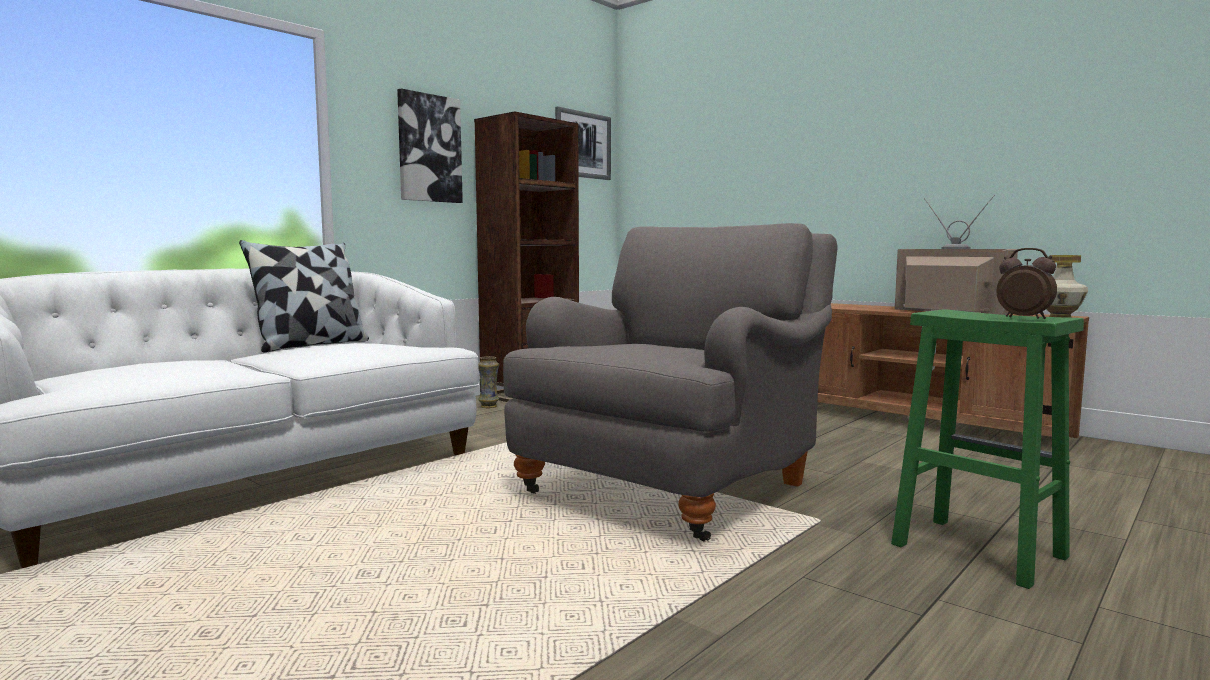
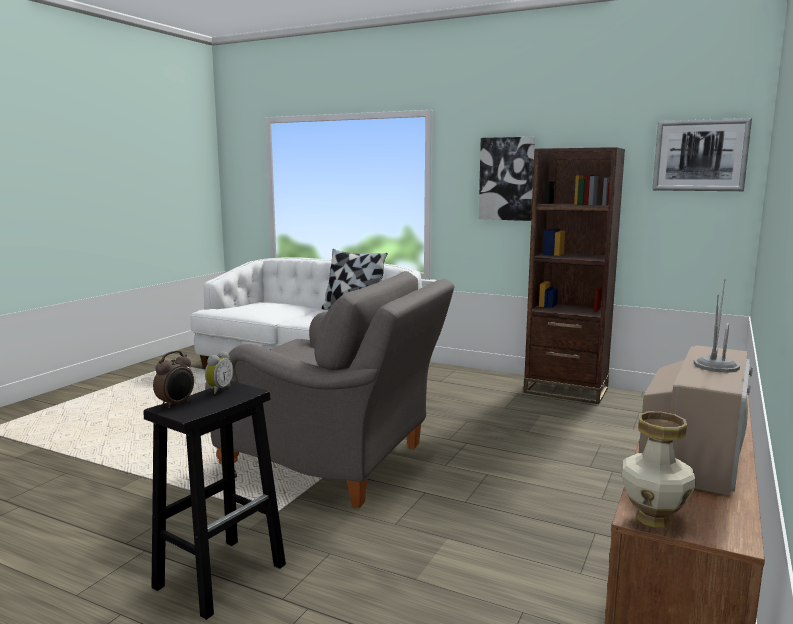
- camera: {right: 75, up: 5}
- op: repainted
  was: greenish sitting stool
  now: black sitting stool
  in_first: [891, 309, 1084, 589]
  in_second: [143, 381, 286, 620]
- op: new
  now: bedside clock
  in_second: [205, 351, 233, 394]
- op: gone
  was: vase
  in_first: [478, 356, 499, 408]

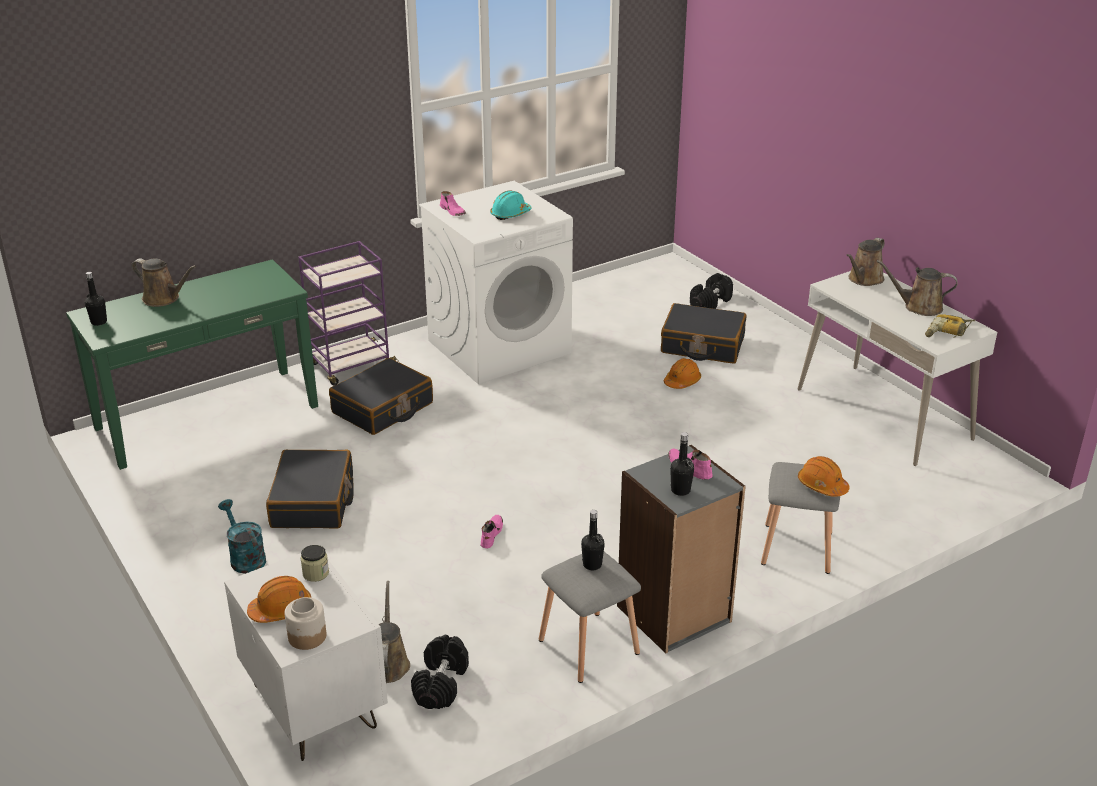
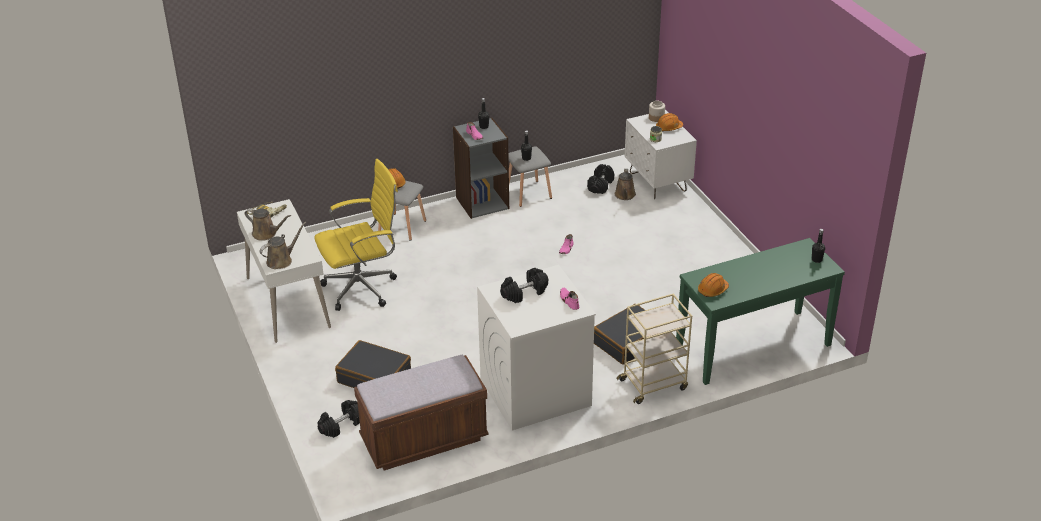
- camera: {right: -170, up: 5}
- op: new
  now: yellow-coloured office chair
  in_second: [314, 159, 398, 311]
- op: new
  now: brown long seat
  in_second: [354, 355, 489, 470]
- op: swapped
  was: turquoise-coloured safety helmet
  now: black free weight
  in_first: [490, 190, 532, 220]
  in_second: [500, 268, 548, 303]
- op: repainted
  was: purplish wheeled cart
  now: beige wheeled cart
  in_first: [298, 241, 399, 386]
  in_second: [616, 293, 692, 404]
- op: shifted
  was: orange safety helmet
  in_first: [664, 358, 701, 389]
  in_second: [698, 273, 729, 297]
- op: gone
  was: brown watering can
  in_first: [131, 258, 196, 307]
- op: gone
  was: turquoise-coloured watering can
  in_first: [218, 499, 266, 574]
- op: gone
  was: black travel case
  in_first: [266, 450, 354, 528]

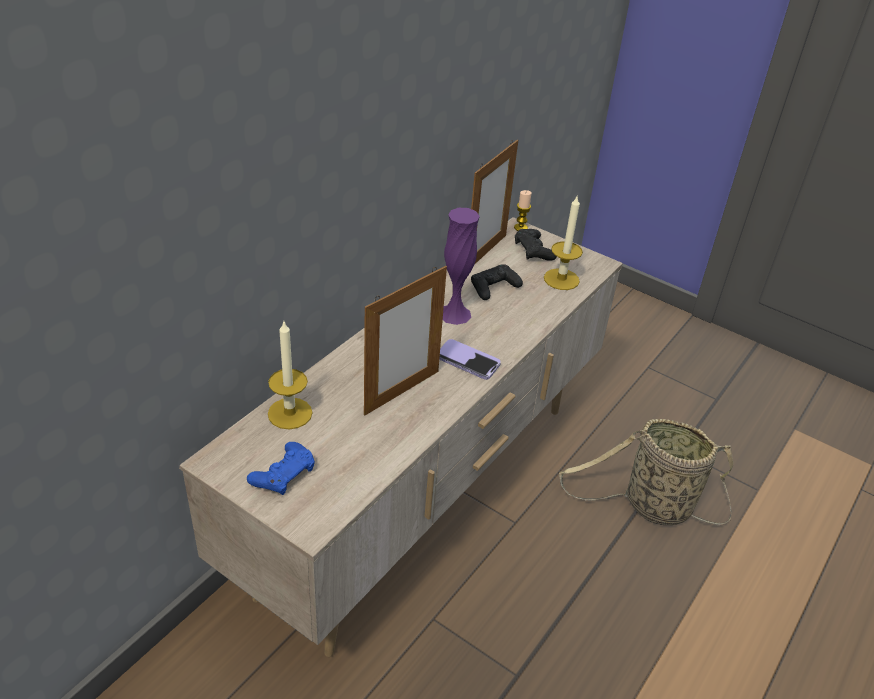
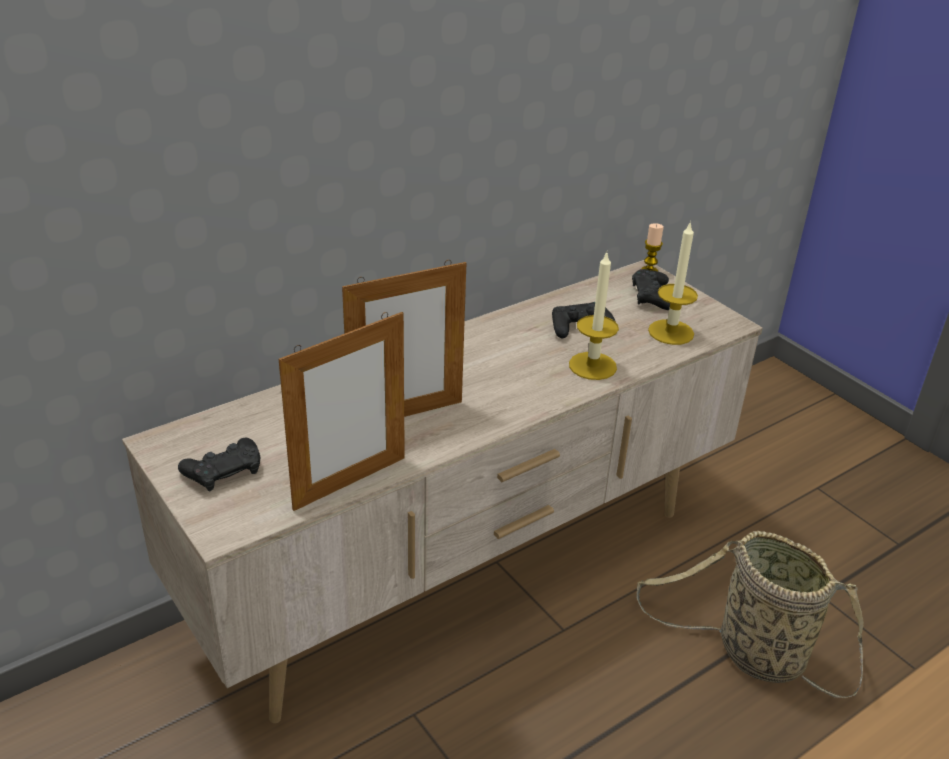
- camera: {right: 20, up: -5}
- op: repainted
  was: blue joypad
  now: black joypad
  in_first: [247, 442, 315, 495]
  in_second: [178, 437, 260, 491]
- op: shifted
  was: standing frame
  in_first: [471, 140, 518, 264]
  in_second: [279, 312, 405, 511]
- op: shifted
  was: candle
  in_first: [268, 322, 312, 429]
  in_second: [569, 253, 619, 380]
- op: gone
  was: telephone
  in_first: [439, 339, 501, 380]
- op: gone
  was: purplish vase
  in_first: [443, 208, 480, 325]

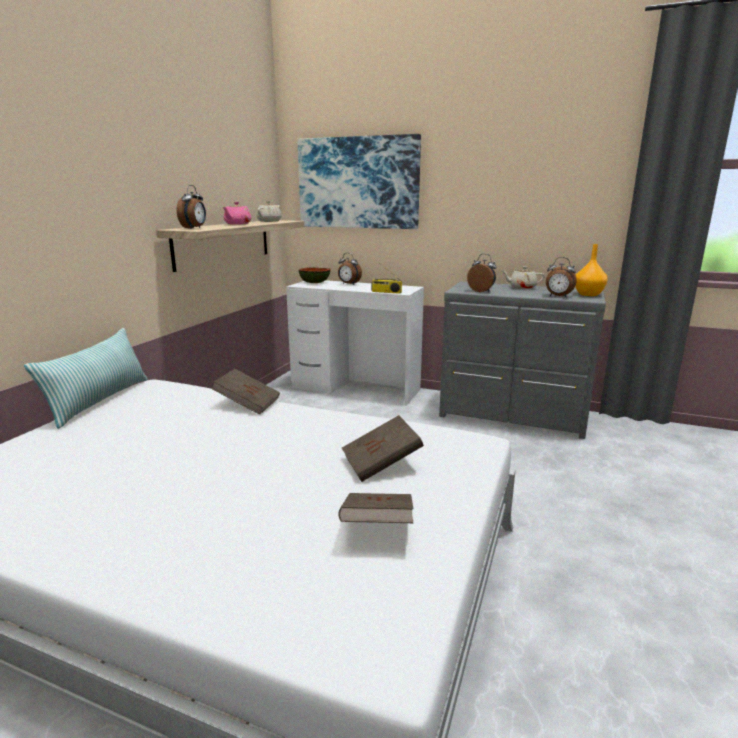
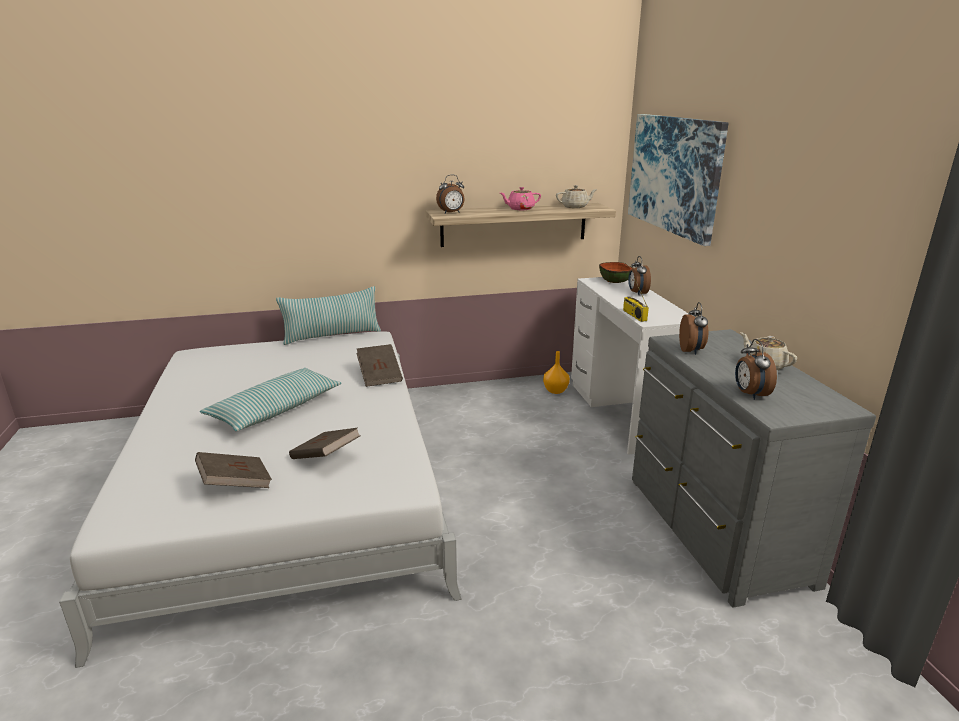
- camera: {right: 55, up: 5}
- op: new
  now: pillow
  in_second: [200, 368, 342, 431]
- op: shifted
  was: orange vase
  in_first: [575, 244, 608, 296]
  in_second: [543, 351, 570, 394]

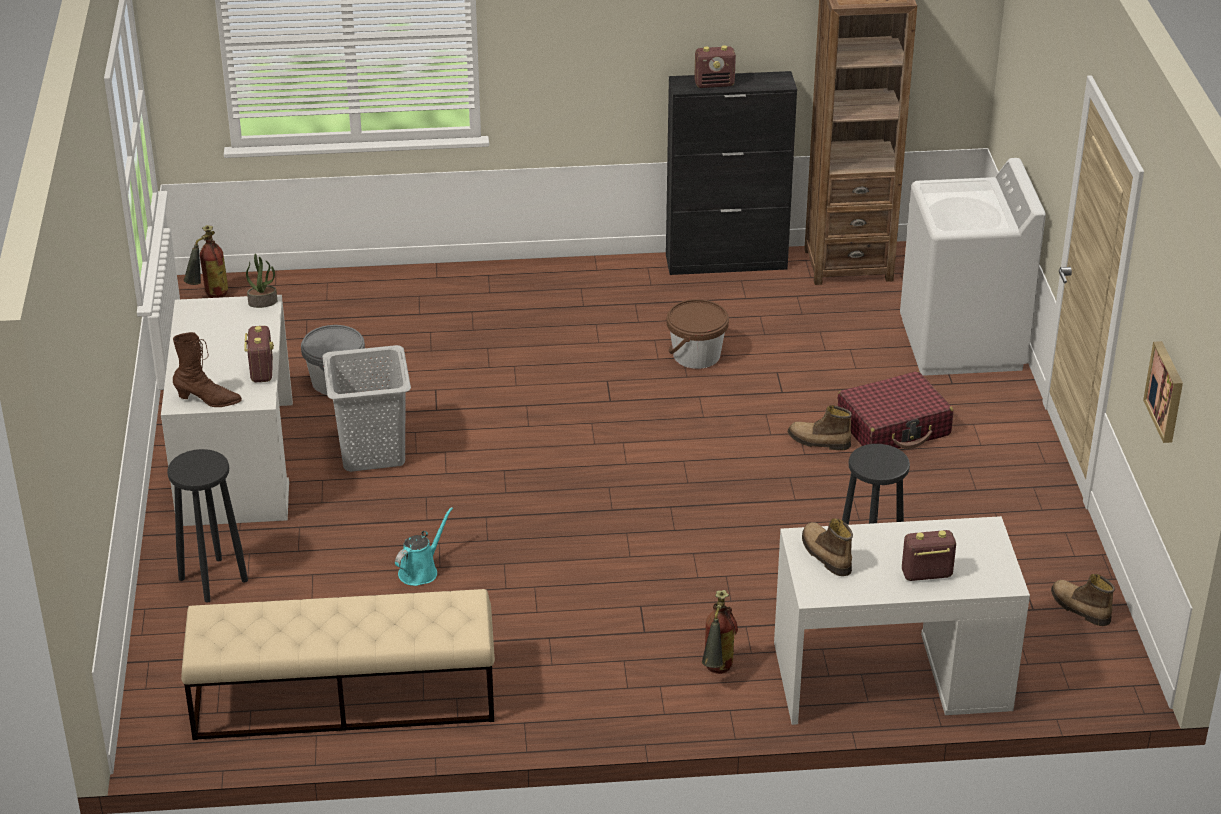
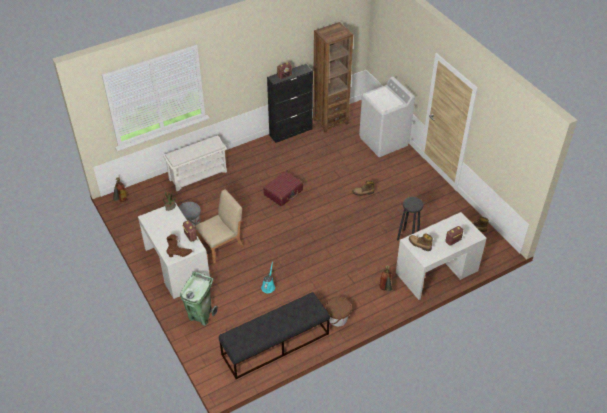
- camera: {right: -25, up: 10}
- op: new
  now: white shoe rack
  in_second: [163, 135, 227, 191]
- op: swapped
  was: black sitting stool
  now: greenish waste bin
  in_first: [167, 449, 248, 603]
  in_second: [180, 271, 218, 326]
- op: swapped
  was: gray washing basket
  now: beige upright chair
  in_first: [322, 345, 411, 472]
  in_second: [196, 189, 244, 263]
- op: repainted
  was: beige long seat
  now: black long seat
  in_first: [181, 589, 495, 740]
  in_second: [219, 292, 330, 379]
- op: shifted
  was: red travel case
  in_first: [838, 371, 953, 449]
  in_second: [263, 171, 303, 206]
- op: shifted
  was: brown water bucket
  in_first: [666, 299, 729, 369]
  in_second: [325, 296, 352, 326]
- op: gone
  was: wall picture
  in_first: [1143, 341, 1183, 443]

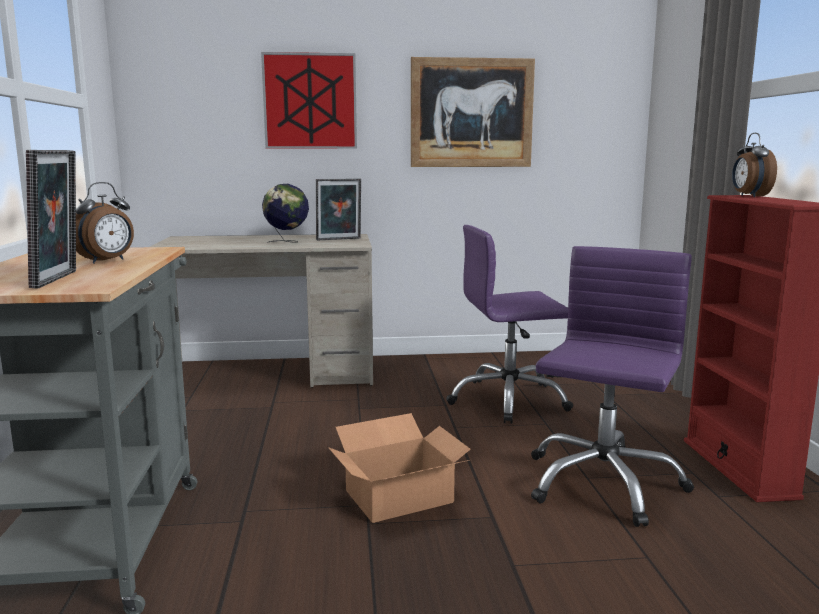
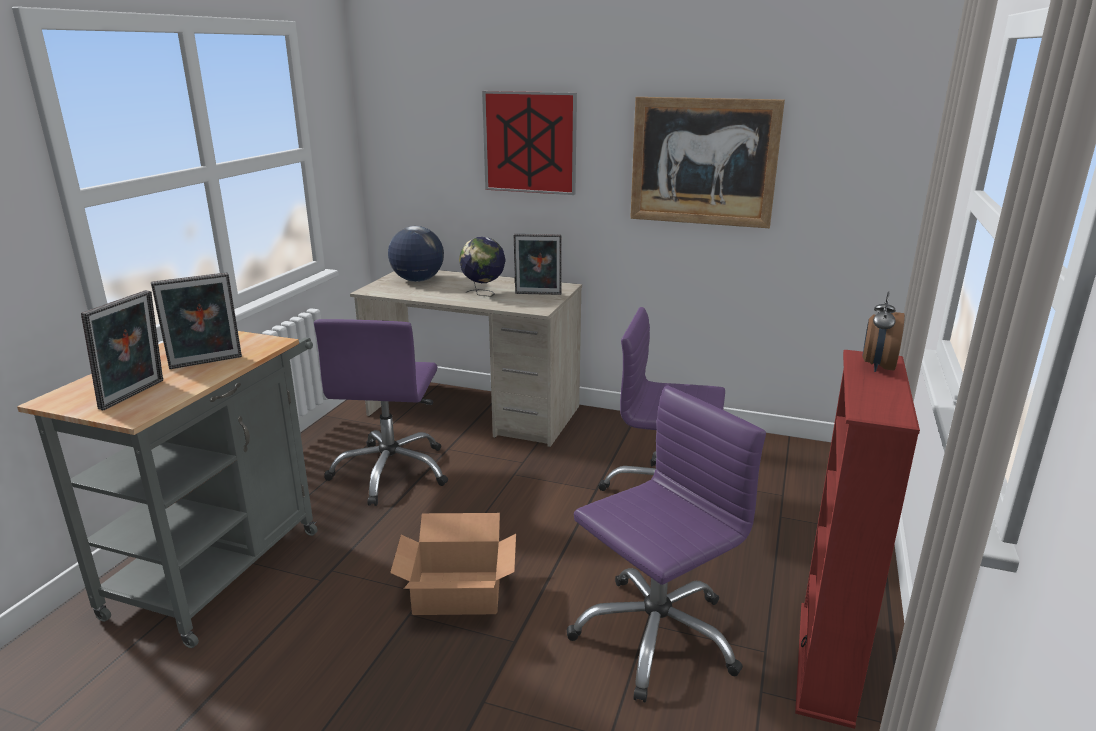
- camera: {right: 25, up: 10}
- op: swapped
  was: bedside clock
  now: standing frame
  in_first: [76, 182, 134, 264]
  in_second: [151, 272, 242, 369]
- op: new
  now: purplish office chair
  in_second: [314, 319, 448, 506]
- op: new
  now: desk globe
  in_second: [388, 226, 444, 282]

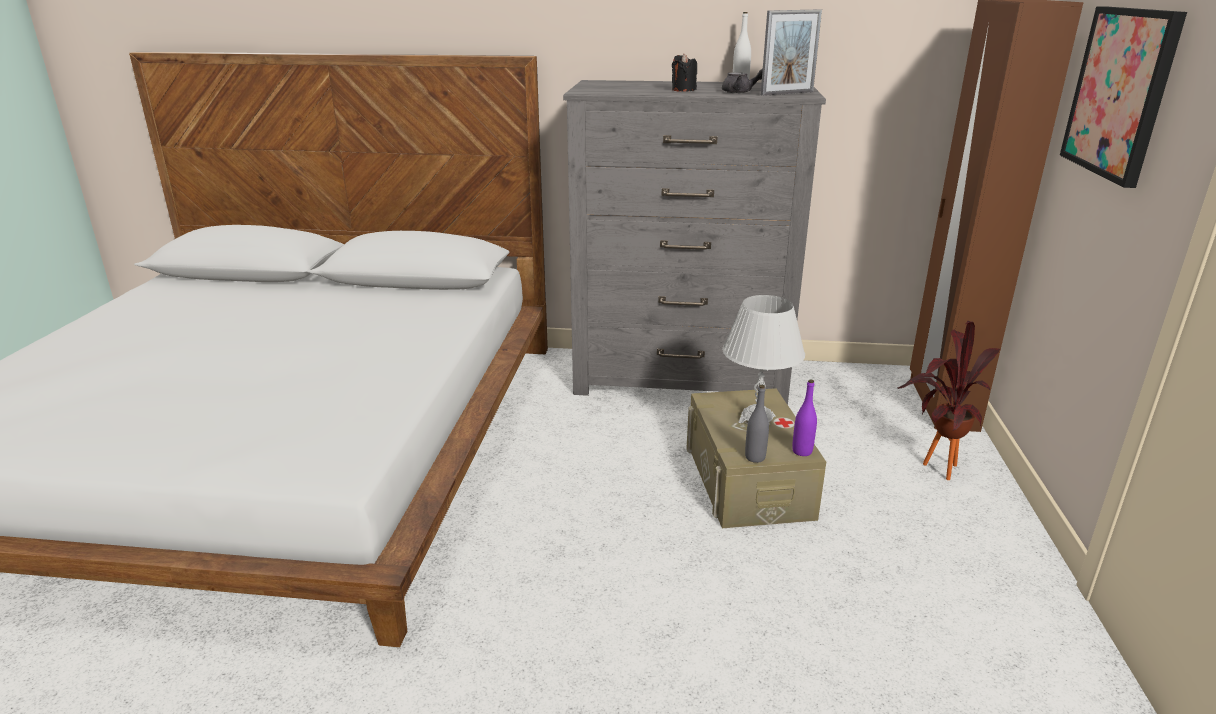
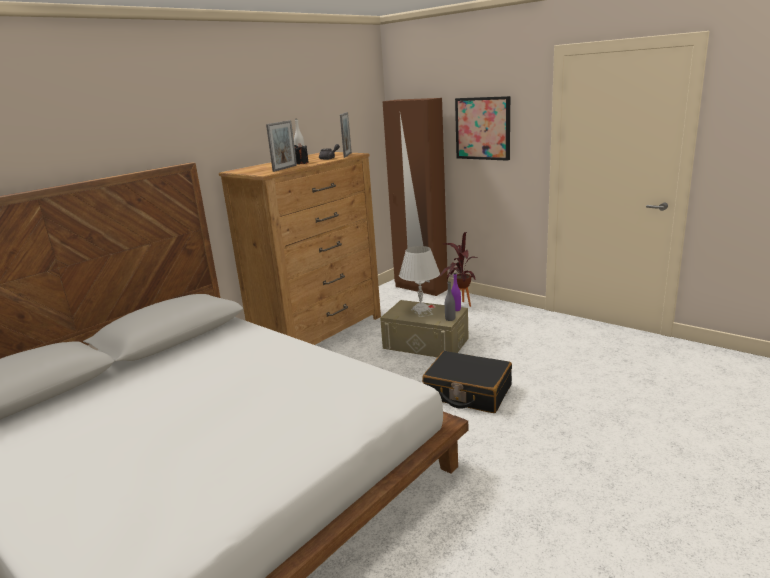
- camera: {right: -55, up: -5}
- op: repainted
  was: gray chest of drawers
  now: brown chest of drawers
  in_first: [563, 80, 826, 405]
  in_second: [219, 152, 381, 345]
- op: new
  now: standing frame
  in_second: [266, 120, 297, 172]
- op: new
  now: black travel case
  in_second: [422, 351, 512, 413]

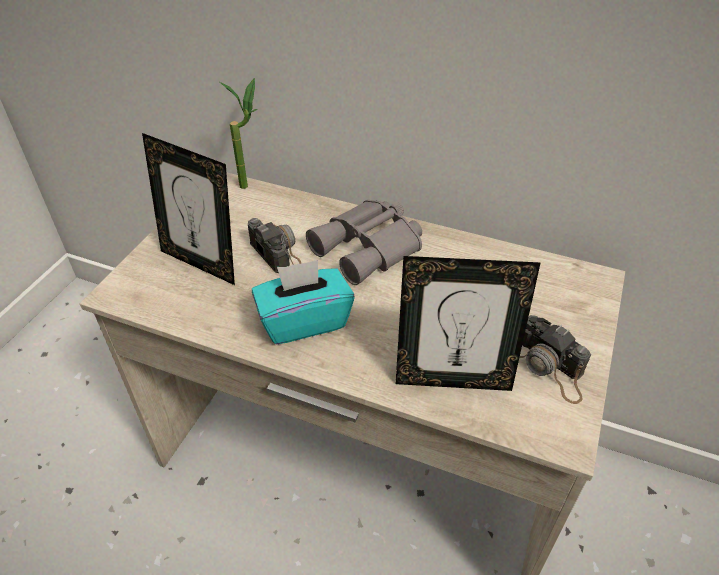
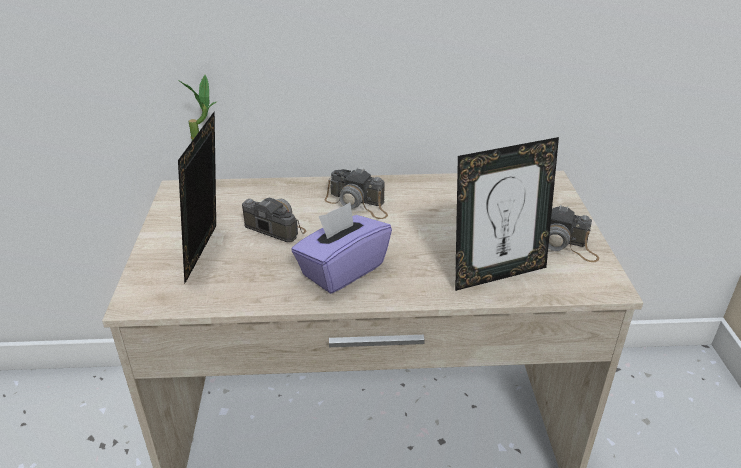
- camera: {right: -25, up: -10}
- op: rotated
  was: standing frame
  in_first: [142, 133, 235, 285]
  in_second: [178, 111, 216, 284]
  clockwise: 90
- op: repainted
  was: turquoise-coloured tissue box
  now: purplish tissue box
  in_first: [252, 260, 355, 344]
  in_second: [291, 203, 392, 294]
- op: swapped
  was: gray field glasses
  now: still camera
  in_first: [306, 200, 422, 285]
  in_second: [325, 168, 388, 219]

